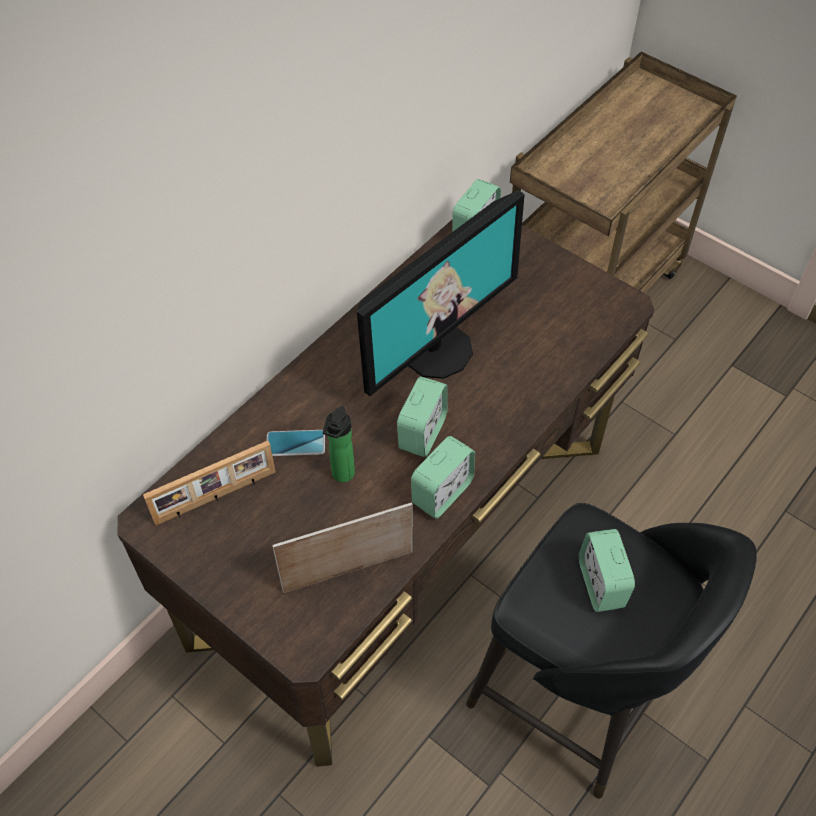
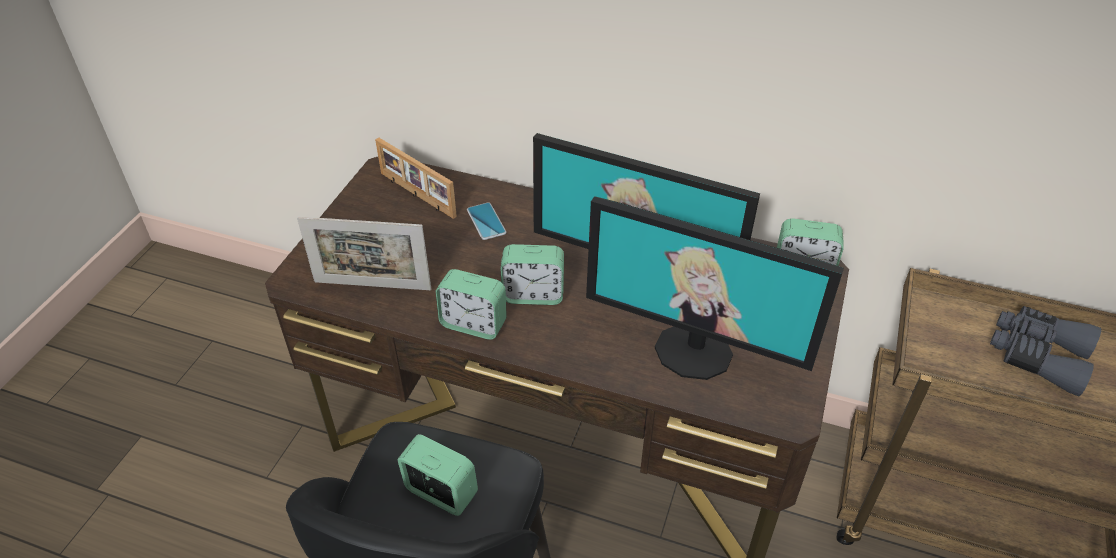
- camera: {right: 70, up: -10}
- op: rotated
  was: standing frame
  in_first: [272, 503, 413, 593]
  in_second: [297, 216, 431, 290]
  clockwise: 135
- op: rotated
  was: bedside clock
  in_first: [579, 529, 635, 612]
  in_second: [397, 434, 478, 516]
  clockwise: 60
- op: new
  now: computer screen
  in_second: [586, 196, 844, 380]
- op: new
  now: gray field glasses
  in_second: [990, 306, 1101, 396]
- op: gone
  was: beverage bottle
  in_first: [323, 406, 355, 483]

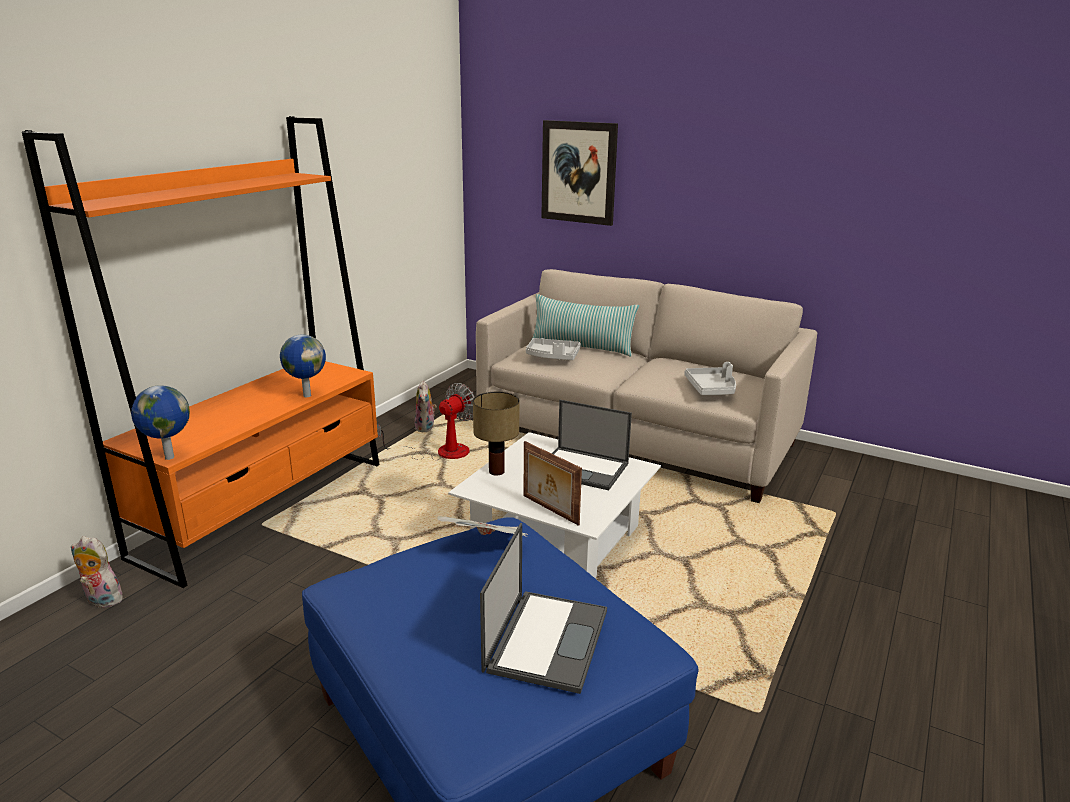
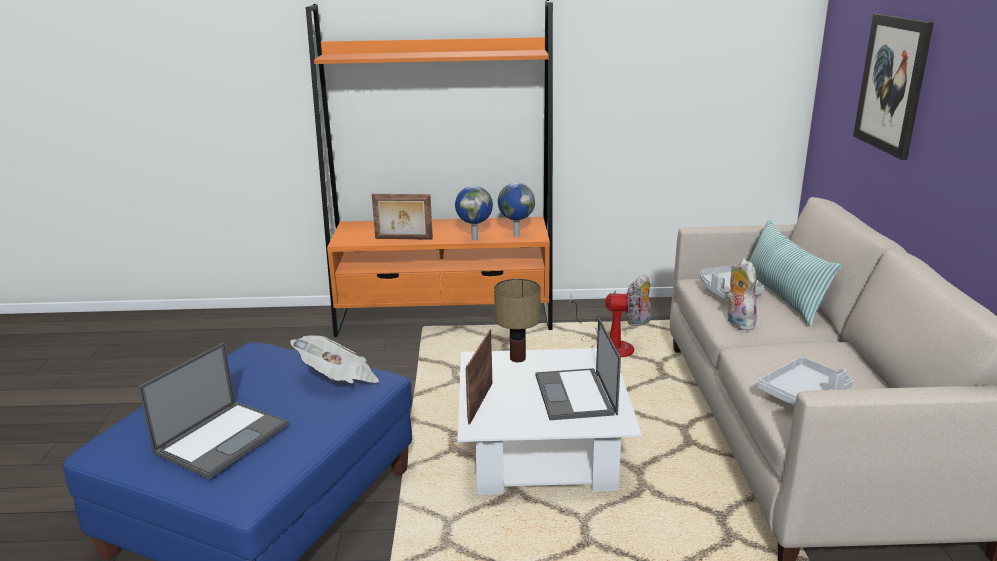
- camera: {right: 60, up: 0}
- op: rotated
  was: portable computer
  in_first: [480, 523, 607, 694]
  in_second: [138, 342, 289, 479]
  clockwise: -45
- op: new
  now: standing frame
  in_second: [372, 194, 433, 240]
- op: shifted
  was: desk globe
  in_first: [131, 385, 190, 460]
  in_second: [498, 183, 535, 237]
- op: shifted
  was: soft toy
  in_first: [71, 536, 126, 608]
  in_second: [727, 258, 757, 330]

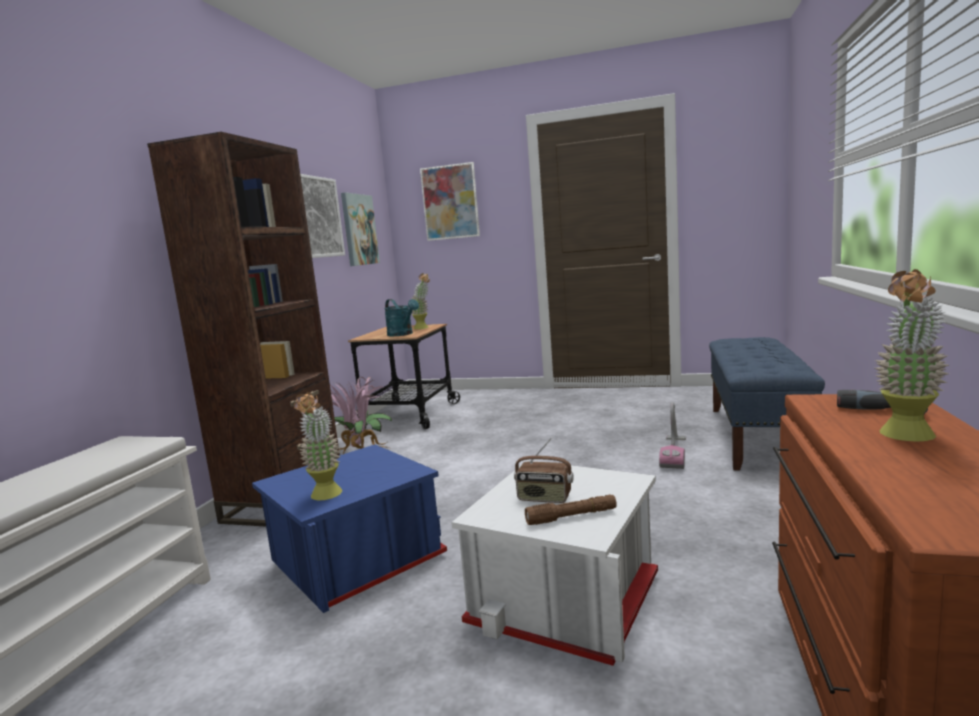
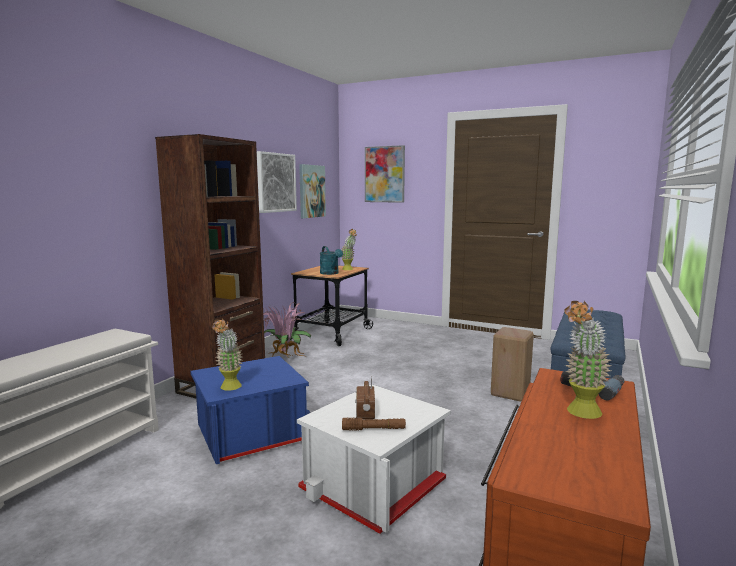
- camera: {right: 10, up: 0}
- op: rotated
  was: radio receiver
  in_first: [514, 438, 574, 503]
  in_second: [355, 376, 375, 419]
  clockwise: 60
- op: swapped
  was: vacuum
  now: beige sitting stool
  in_first: [659, 402, 686, 469]
  in_second: [491, 327, 534, 401]

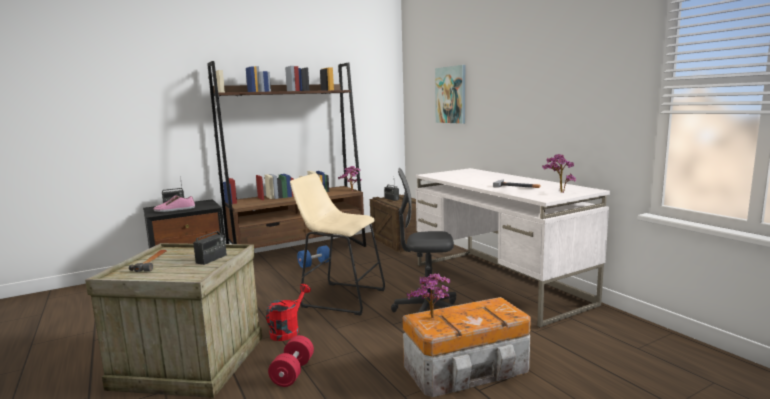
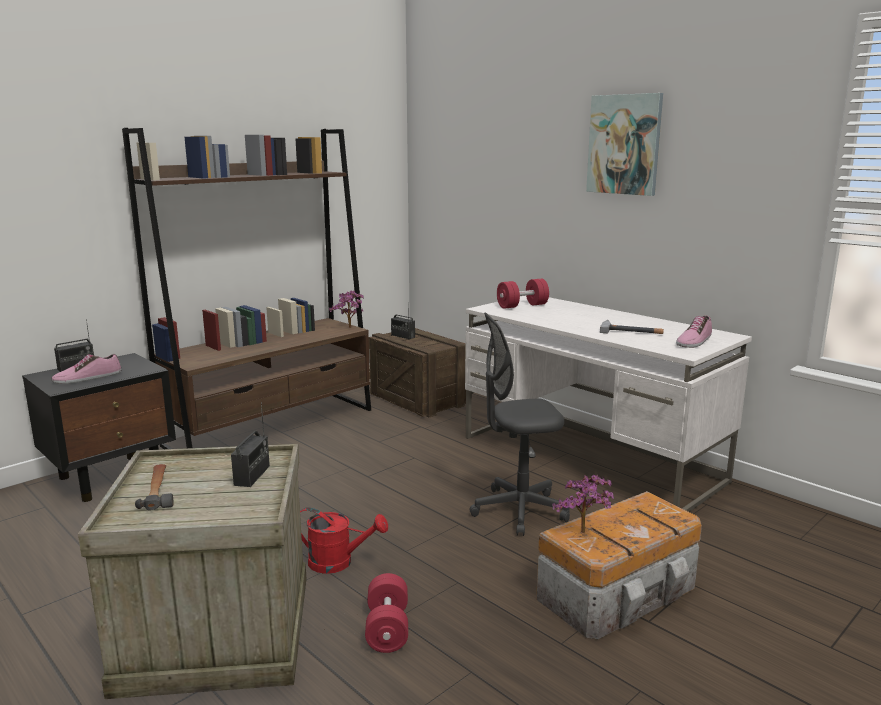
- camera: {right: -15, up: 5}
- op: rotated
  was: red watering can
  in_first: [266, 284, 311, 341]
  in_second: [300, 507, 388, 574]
  clockwise: 90
- op: new
  now: red free weight
  in_second: [497, 279, 549, 309]
- op: shifted
  was: wall picture
  in_first: [435, 65, 466, 124]
  in_second: [586, 93, 663, 196]
- op: swapped
  was: plant in a pot
  now: item of footwear
  in_first: [542, 154, 576, 193]
  in_second: [676, 315, 712, 348]
- op: gone
  was: beige sitting stool
  in_first: [290, 173, 385, 316]
- op: gone
  was: blue free weight
  in_first: [297, 245, 330, 268]

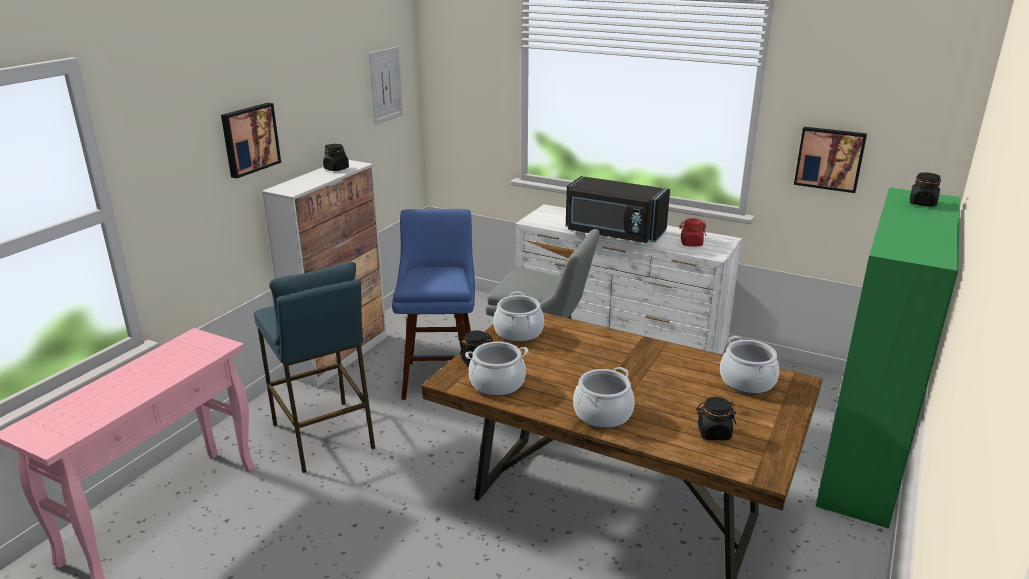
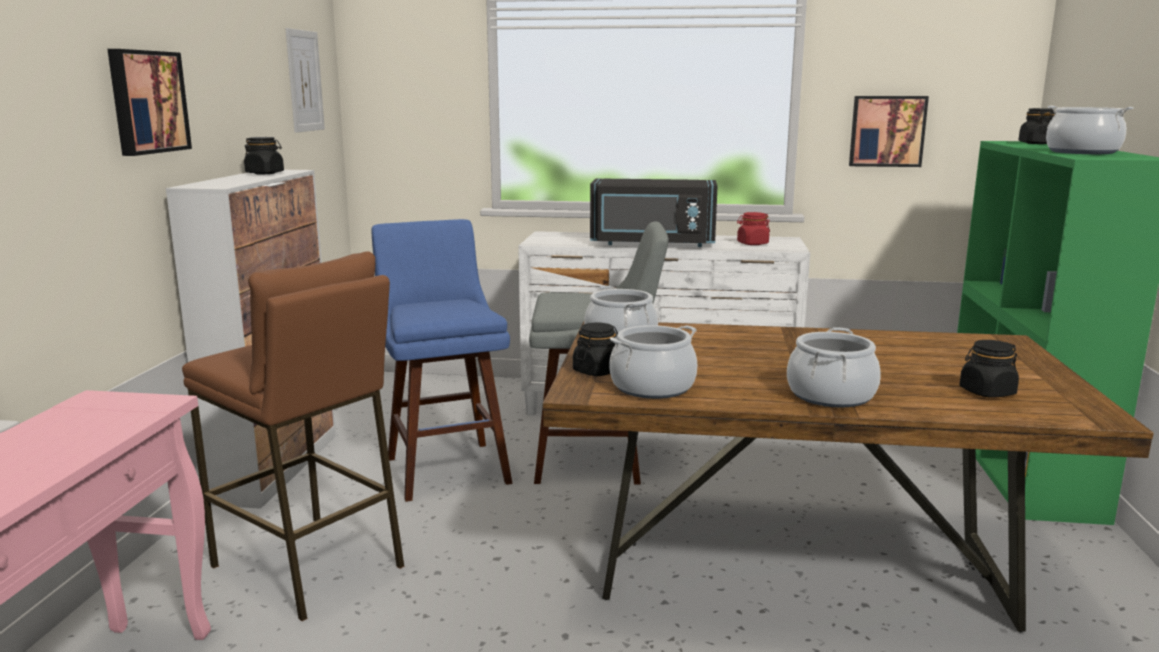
- camera: {right: -20, up: -10}
- op: repainted
  was: blue sitting stool
  now: brown sitting stool
  in_first: [254, 262, 375, 473]
  in_second: [182, 251, 404, 621]
- op: shifted
  was: stockpot
  in_first: [720, 336, 779, 394]
  in_second: [1046, 106, 1134, 154]

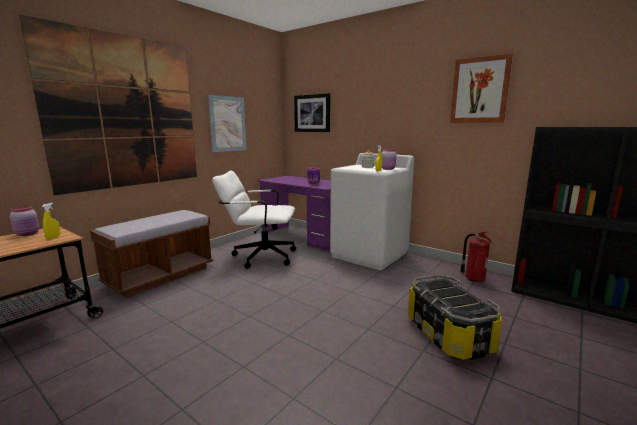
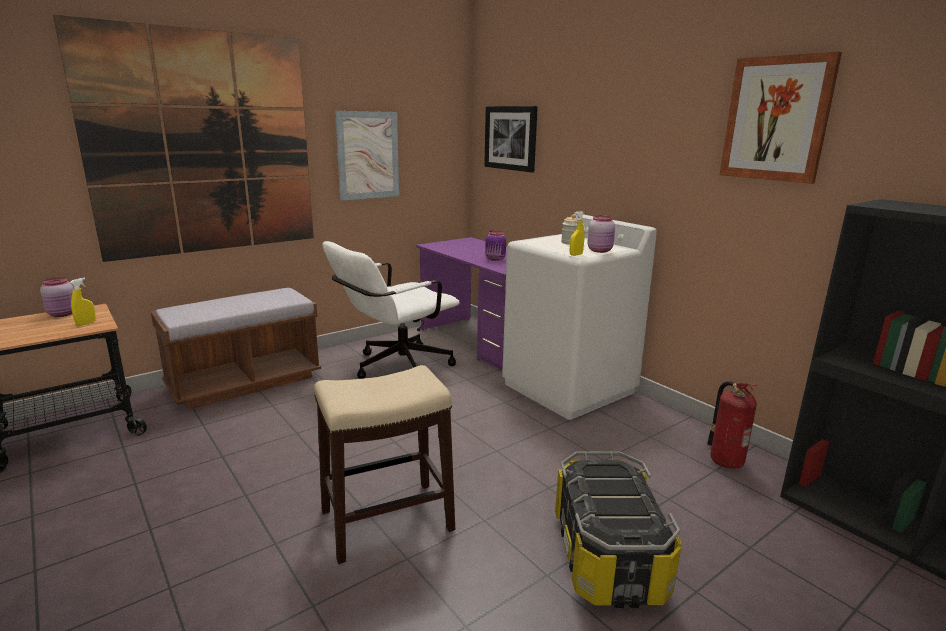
- camera: {right: 15, up: 5}
- op: new
  now: sitting stool
  in_second: [314, 365, 455, 564]
- op: rotated
  was: white office chair
  in_first: [212, 171, 296, 269]
  in_second: [323, 241, 460, 379]
  clockwise: -60

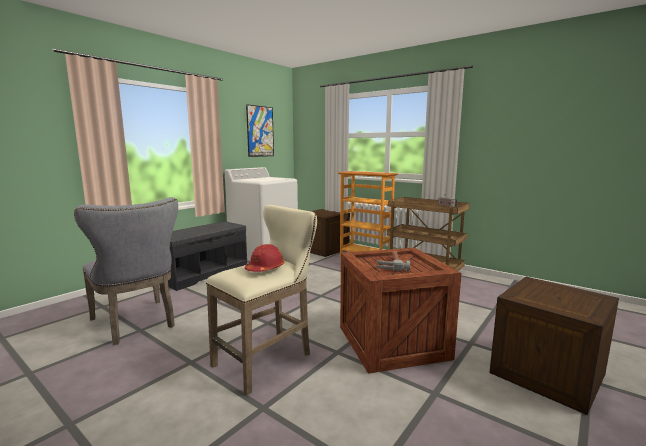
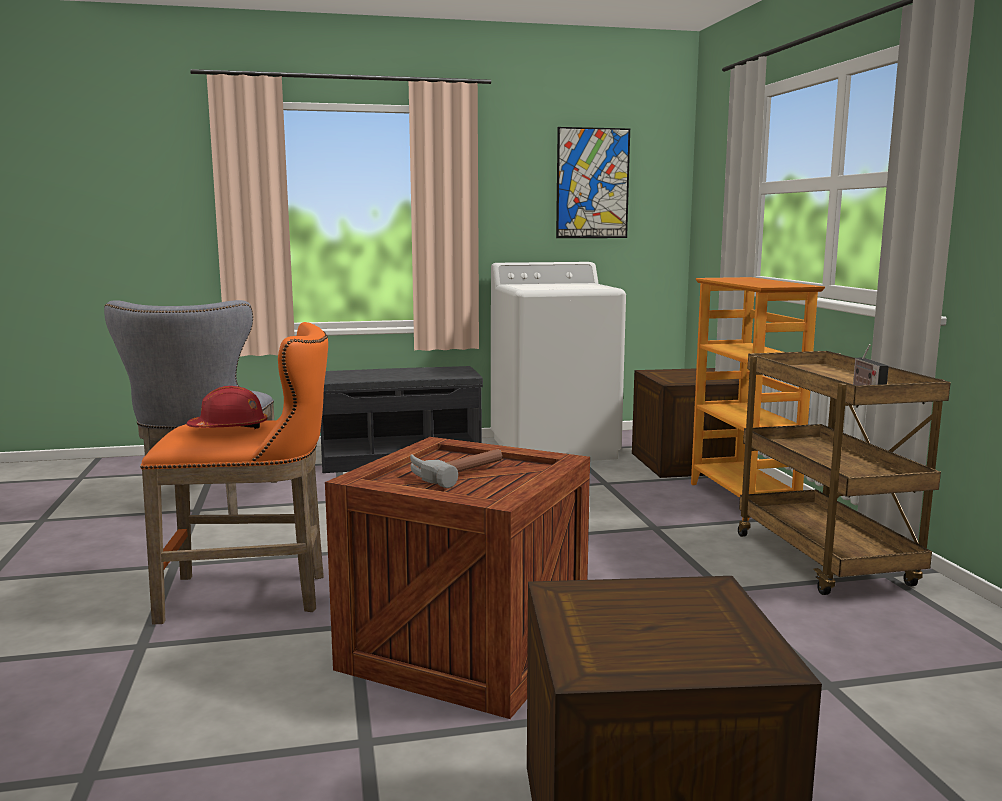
- camera: {right: 40, up: 0}
- op: repainted
  was: beige sitting stool
  now: orange sitting stool
  in_first: [206, 205, 317, 395]
  in_second: [140, 322, 328, 624]

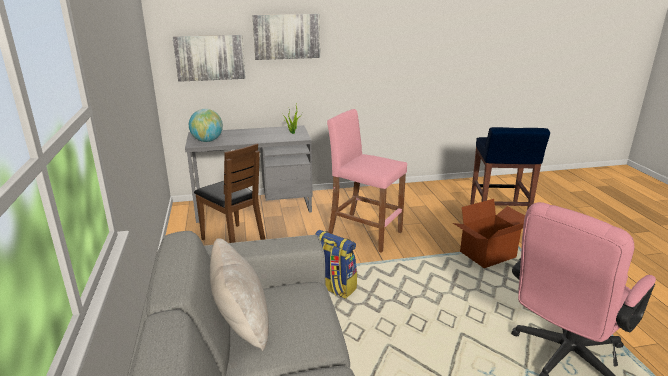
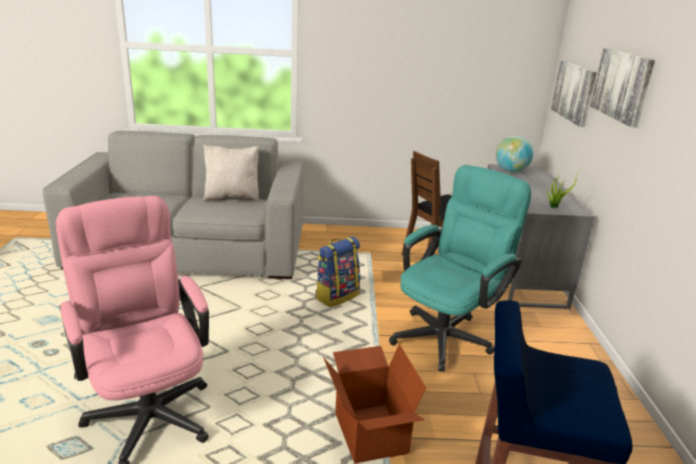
- camera: {right: 100, up: 0}
- op: swapped
  was: pink sitting stool
  now: turquoise-coloured office chair
  in_first: [327, 109, 407, 253]
  in_second: [389, 165, 531, 372]

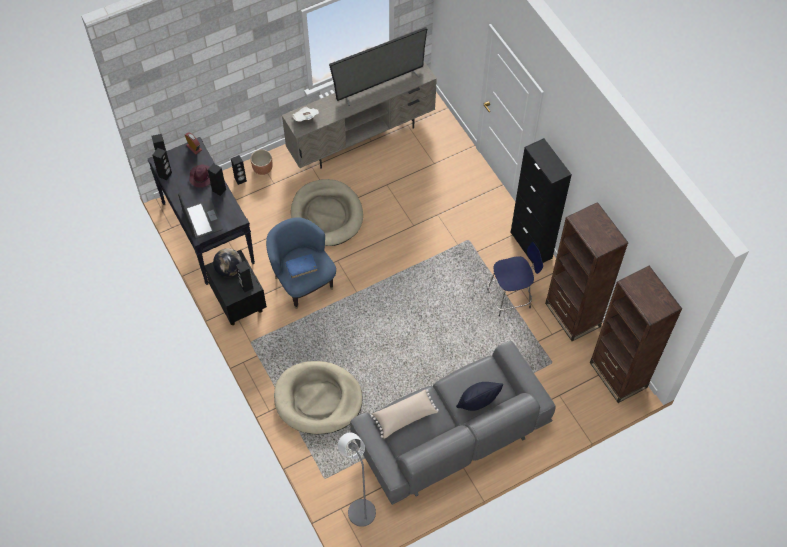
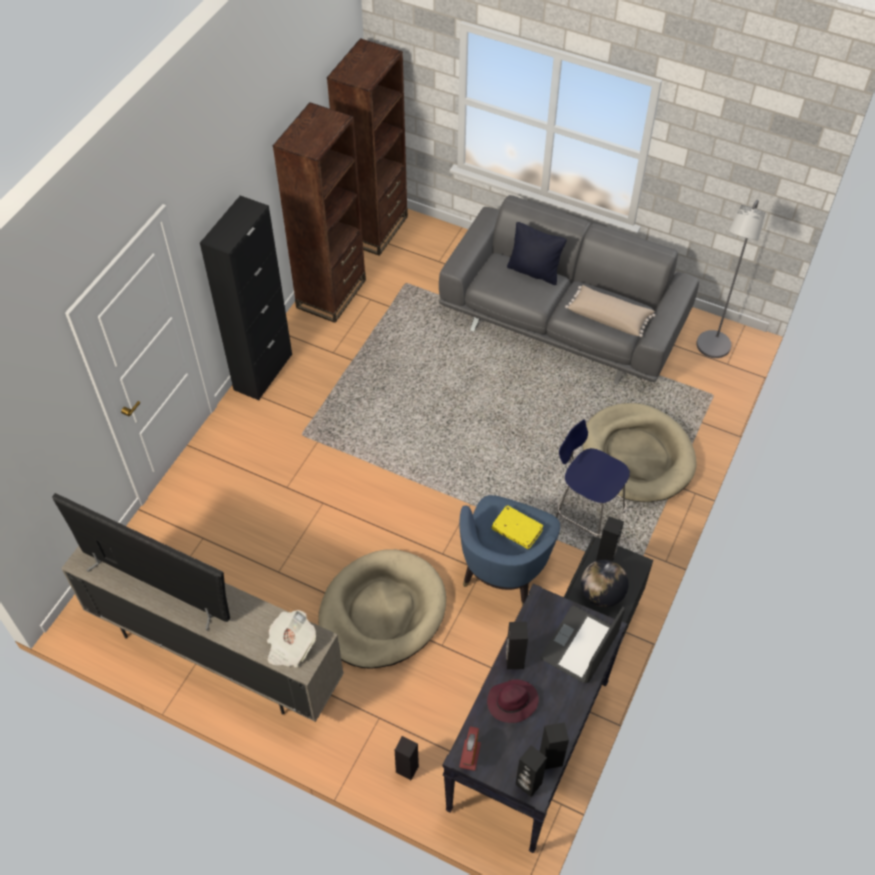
- camera: {right: -125, up: -5}
- op: repainted
  was: blue book
  now: yellow-coloured book
  in_first: [286, 254, 317, 279]
  in_second: [492, 505, 543, 549]
- op: shifted
  was: blue sitting stool
  in_first: [487, 242, 543, 317]
  in_second: [556, 420, 630, 538]
- op: gone
  was: brown planter
  in_first: [251, 149, 273, 175]

